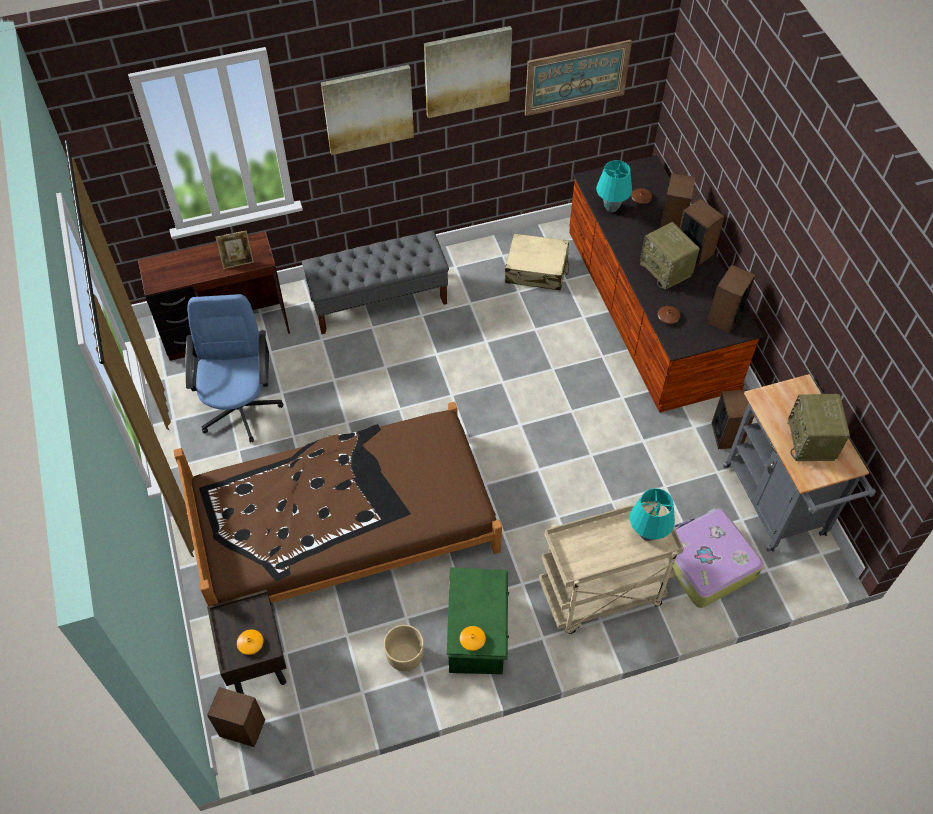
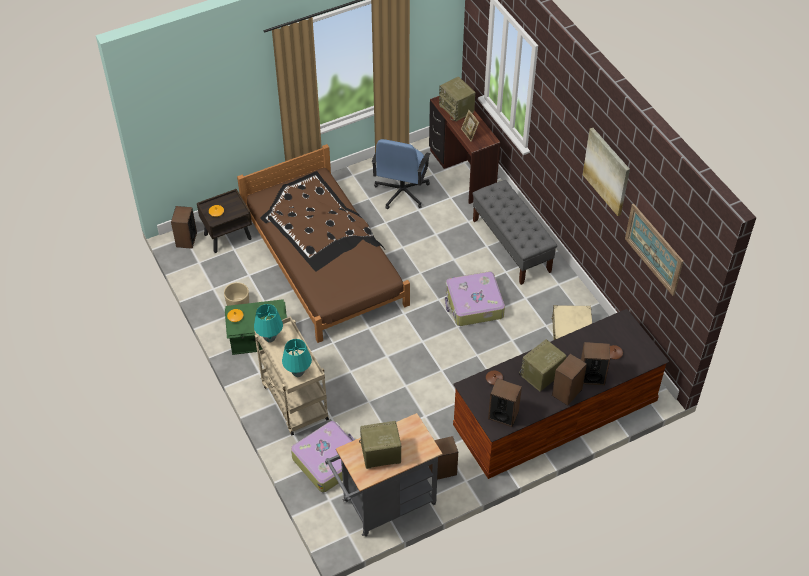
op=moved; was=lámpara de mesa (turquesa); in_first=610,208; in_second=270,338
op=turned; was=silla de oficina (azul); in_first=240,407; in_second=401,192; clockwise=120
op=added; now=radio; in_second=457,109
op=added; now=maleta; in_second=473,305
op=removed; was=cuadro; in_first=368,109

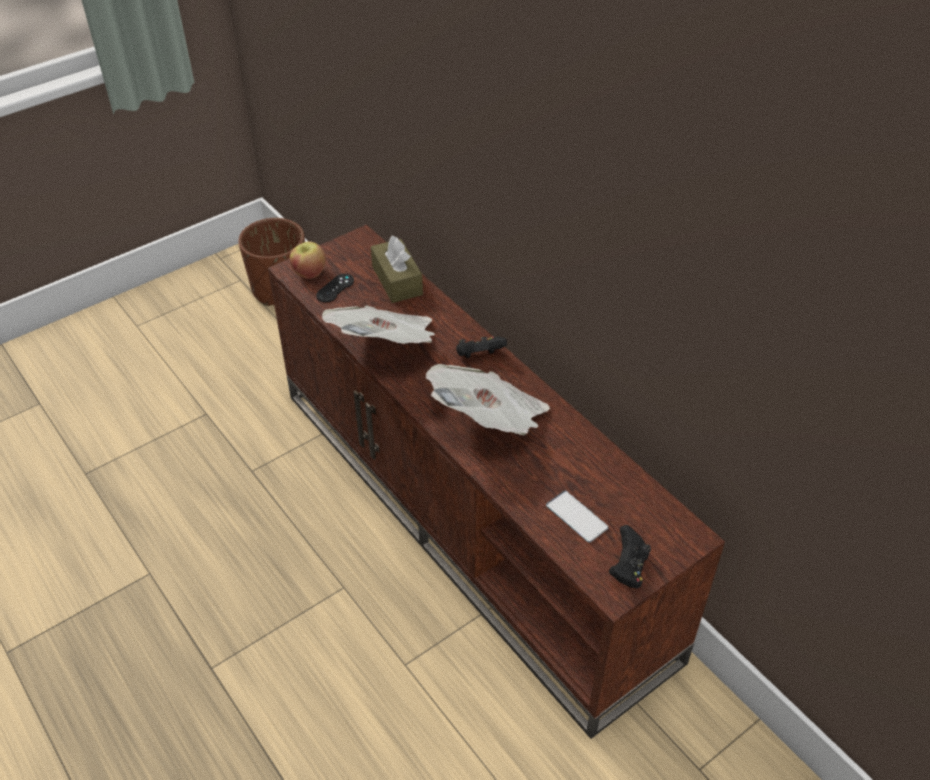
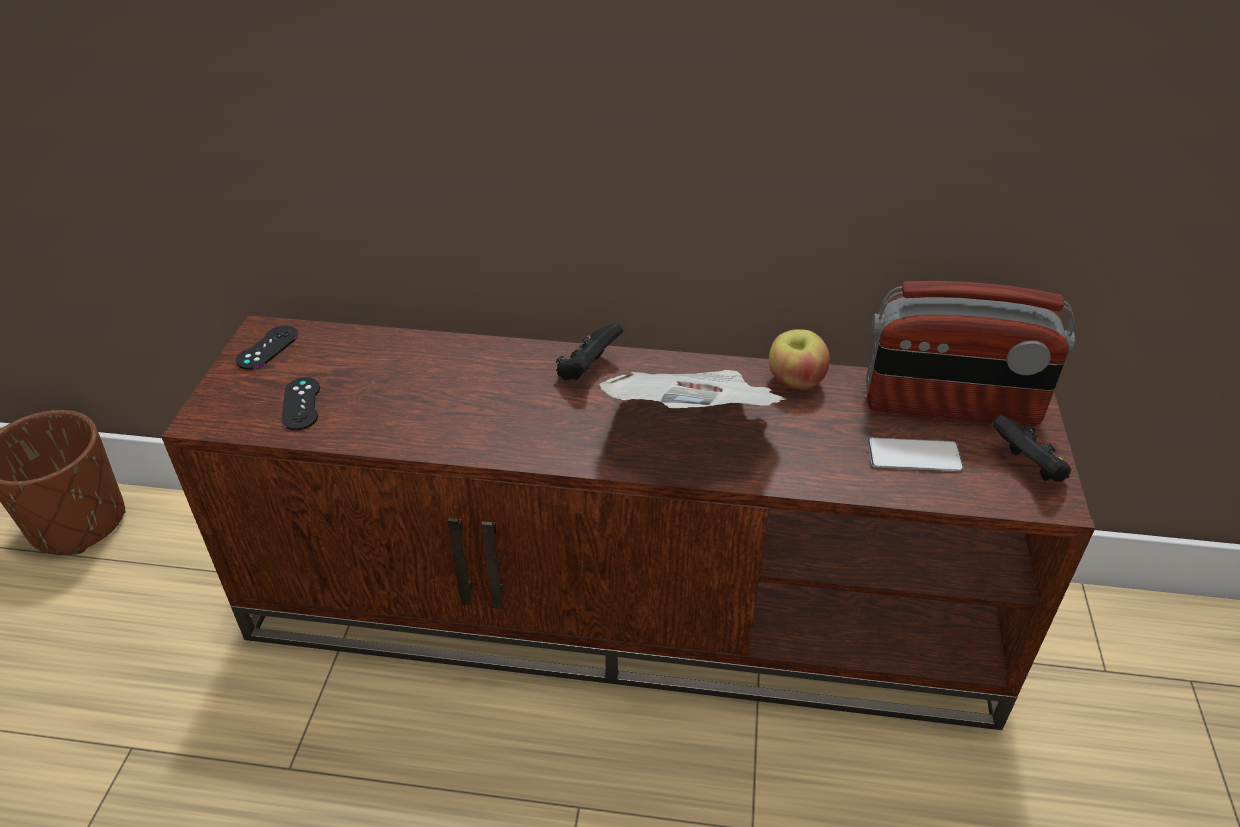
op=added; now=mando de consola (negro); in_second=267,348
op=moved; was=manzana; in_first=309,273; in_second=795,382
op=added; now=radio; in_second=950,406
op=removed; was=periódico; in_first=386,345
op=removed; was=caja de pañuelos (marrón); in_first=397,280

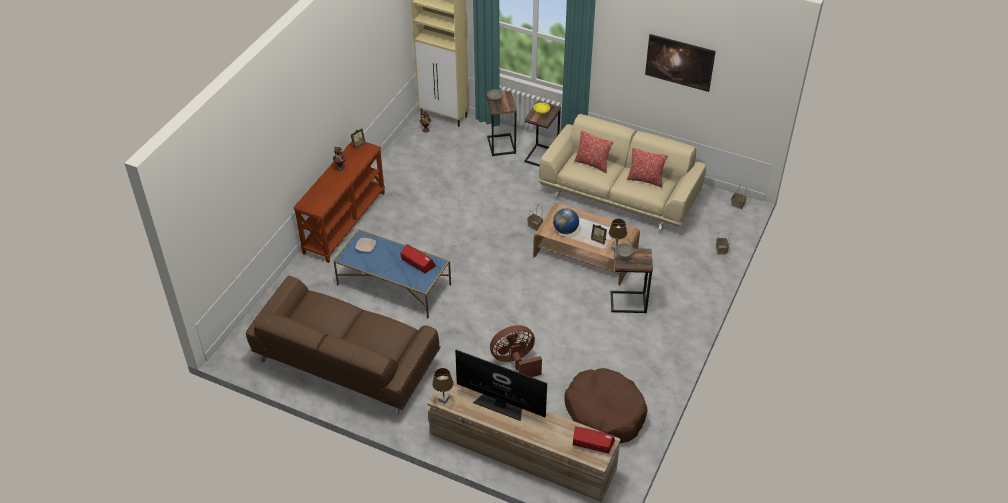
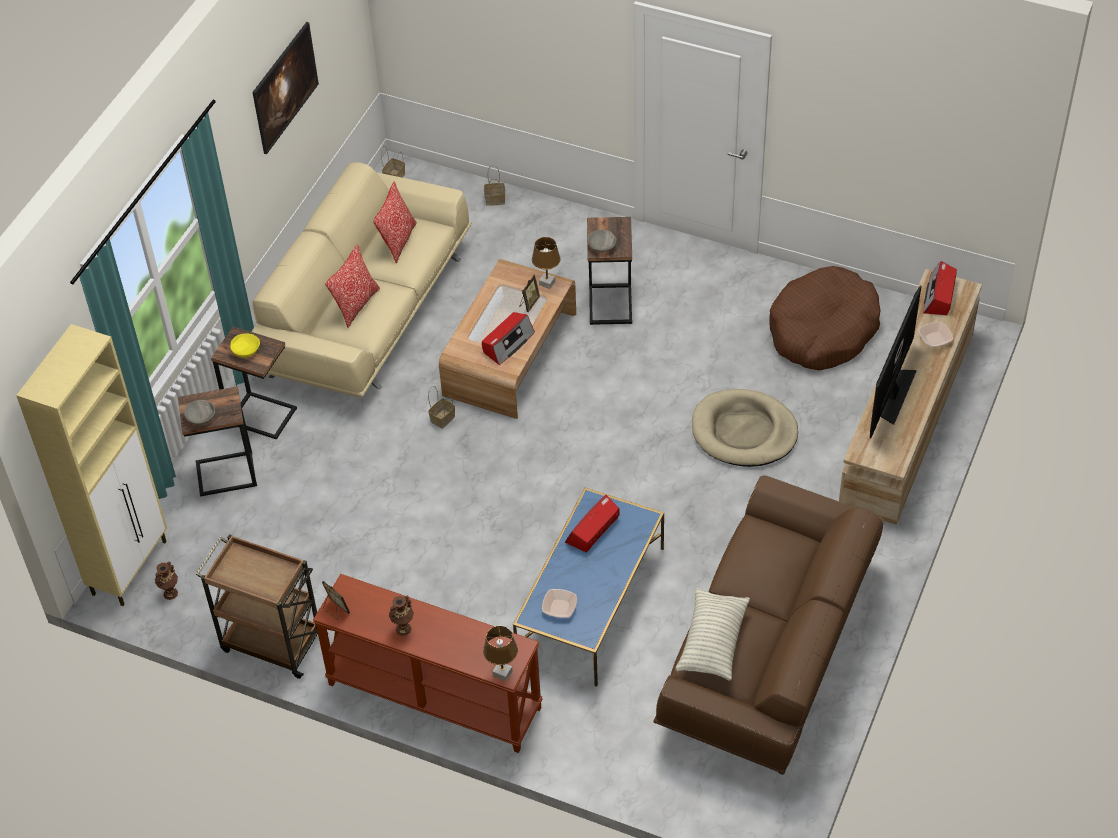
op=added; now=carrito (marrón); in_second=271,642
op=replaced; was=globo terráqueo; now=radio; in_first=565,230; in_second=507,343
op=moved; was=lámpara de mesa (marrón); in_first=443,399; in_second=502,673
op=added; now=cojín; in_second=712,642
op=replaced; was=ventilador (marrón); now=cama para perro (beis); in_first=515,362; in_second=744,432
op=added; now=cuenco; in_second=935,339

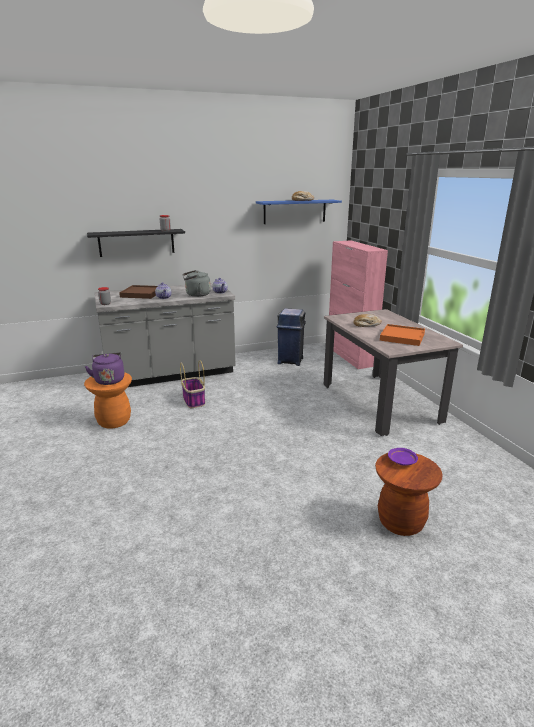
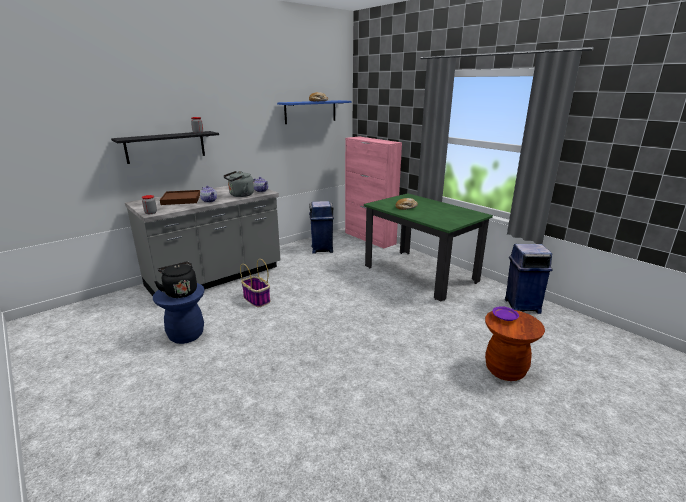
op=recoloured; was=taburete (naranja); now=taburete (azul); in_first=114,421; in_second=186,335
op=recoloured; was=hervidor (morado); now=hervidor (negro); in_first=109,380; in_second=180,292
op=recoloured; was=mesa de comedor (beis); now=mesa de comedor (verde); in_first=379,402; in_second=420,274
op=added; now=papelera (azul); in_second=521,306
op=removed; was=bandeja (naranja); in_first=402,337

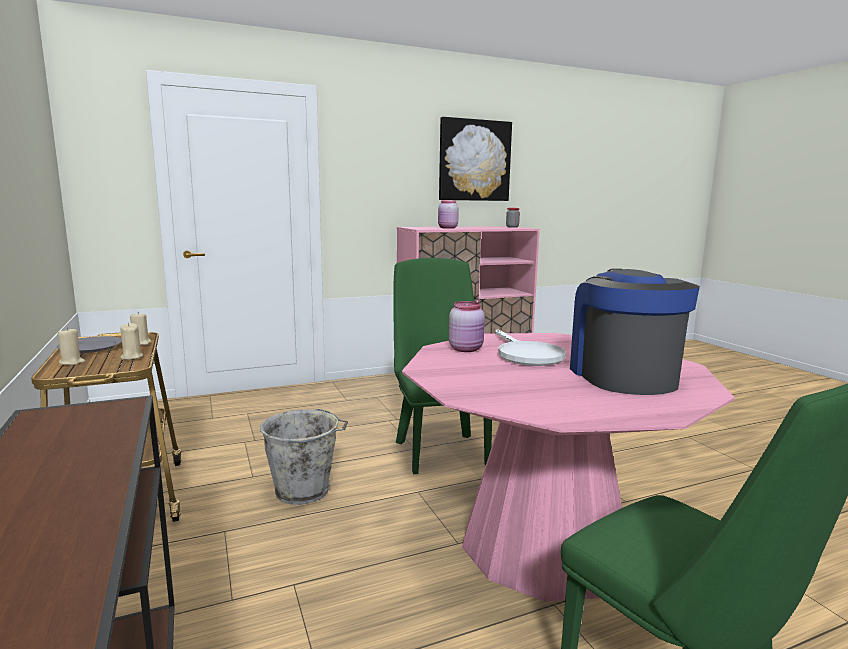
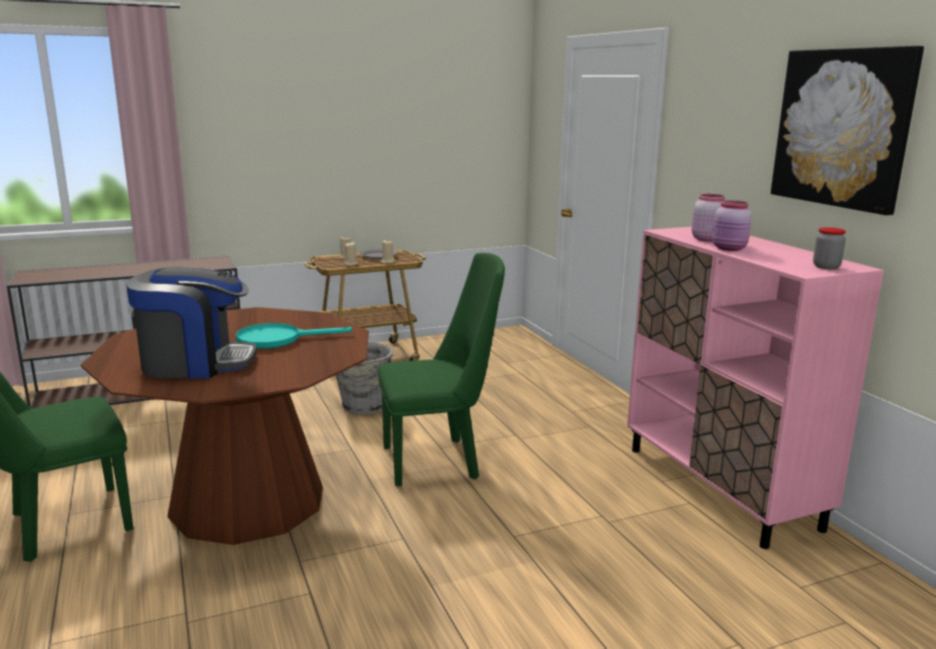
op=recoloured; was=mesa de comedor (rosa); now=mesa de comedor (marrón); in_first=544,543; in_second=248,501
op=recoloured; was=sartén (blanco); now=sartén (turquesa); in_first=526,355; in_second=278,339
op=moved; was=tarro (rosa); in_first=466,349; in_second=729,248

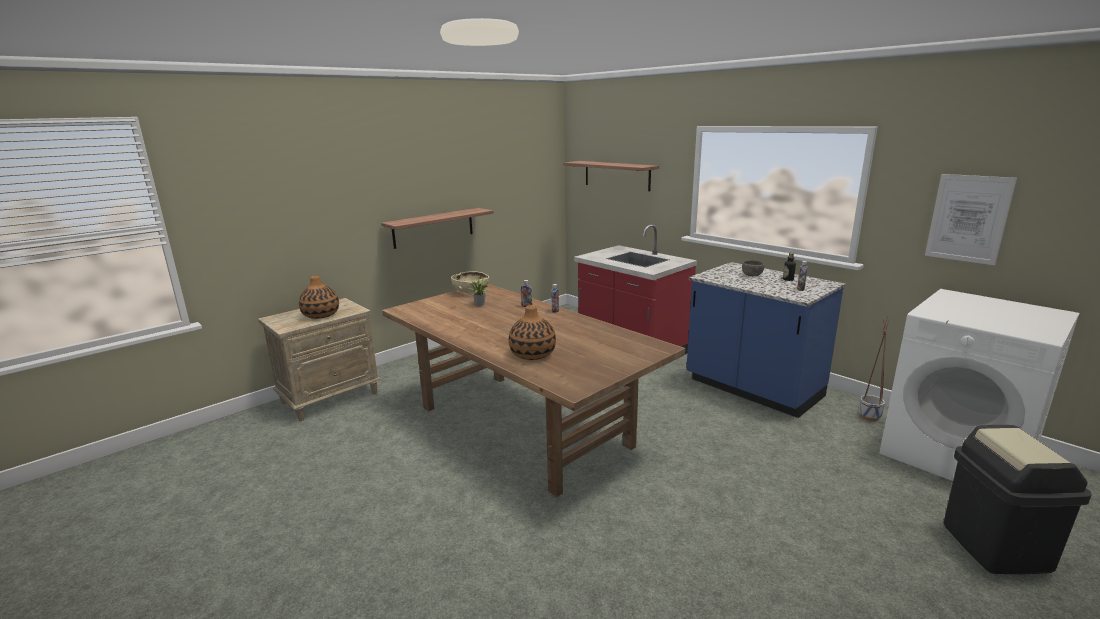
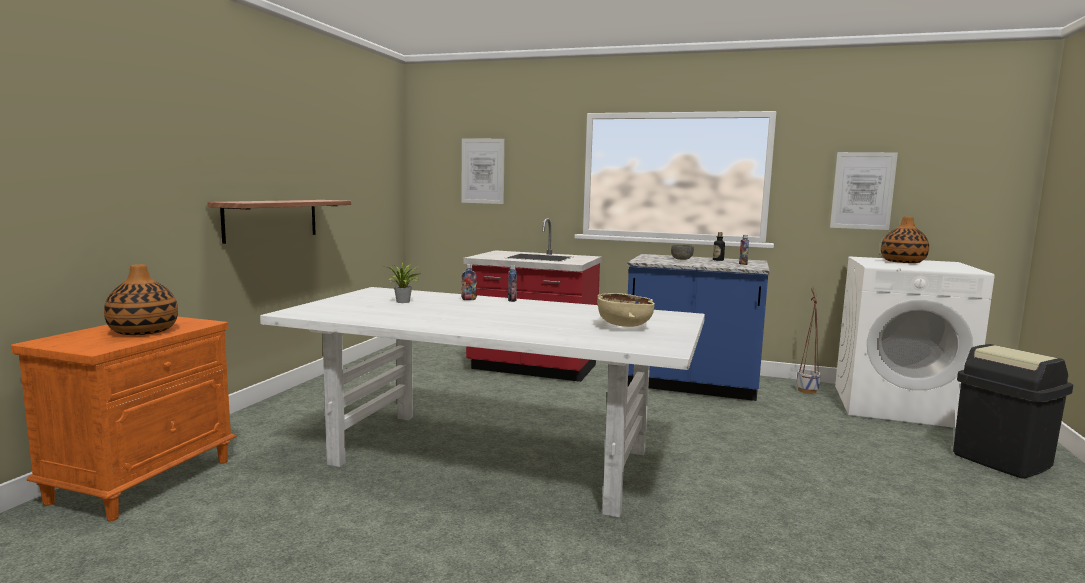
op=recoloured; was=mesita de noche (beis); now=mesita de noche (naranja); in_first=330,397; in_second=143,480
op=recoloured; was=mesa de comedor (marrón); now=mesa de comedor (blanco); in_first=521,425; in_second=489,457
op=replaced; was=estante; now=cuadro; in_first=616,175; in_second=482,171
op=moved; was=cuenco (beis); in_first=470,292; in_second=623,326
op=moved; was=florero; in_first=533,354; in_second=902,262

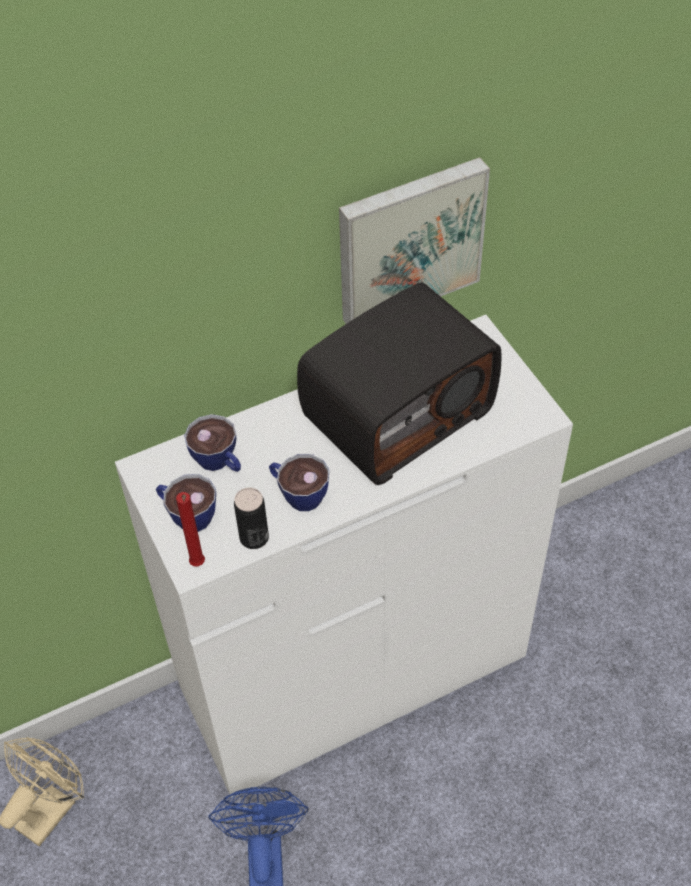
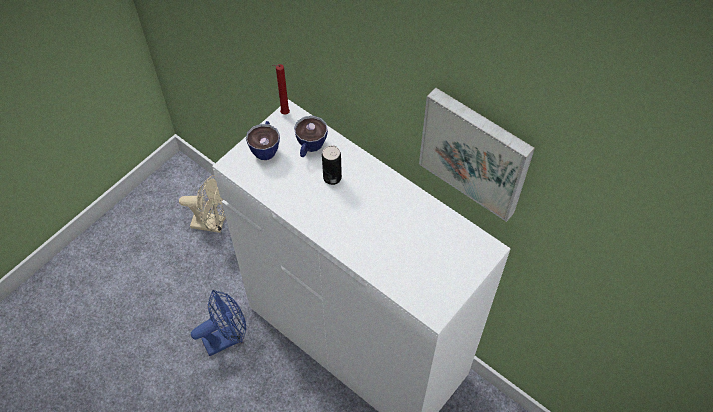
op=moved; was=vela (rojo); in_first=198,565; in_second=283,114
op=moved; was=lata; in_first=254,537; in_second=332,177
op=removed; was=taza; in_first=298,494
op=removed; was=radio; in_first=397,412

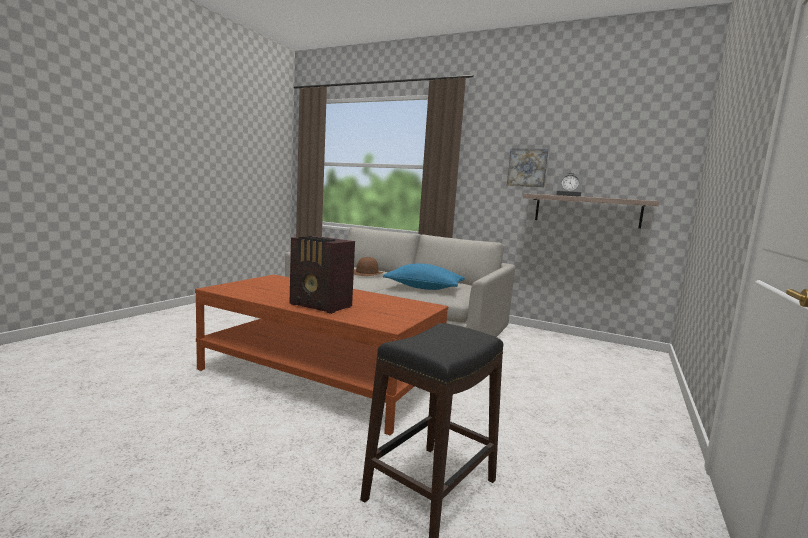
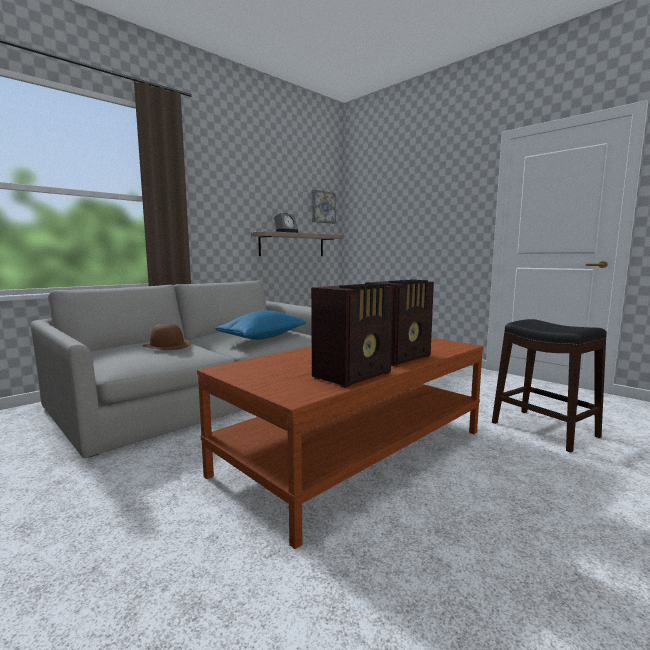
op=added; now=radio; in_second=354,375
op=moved; was=cuadro; in_first=527,168; in_second=322,207

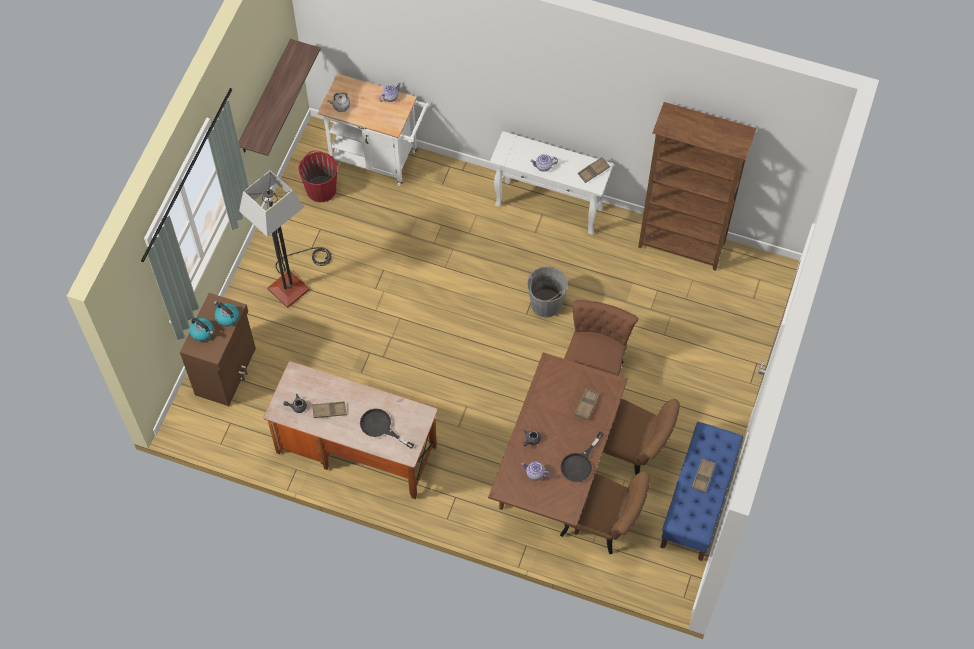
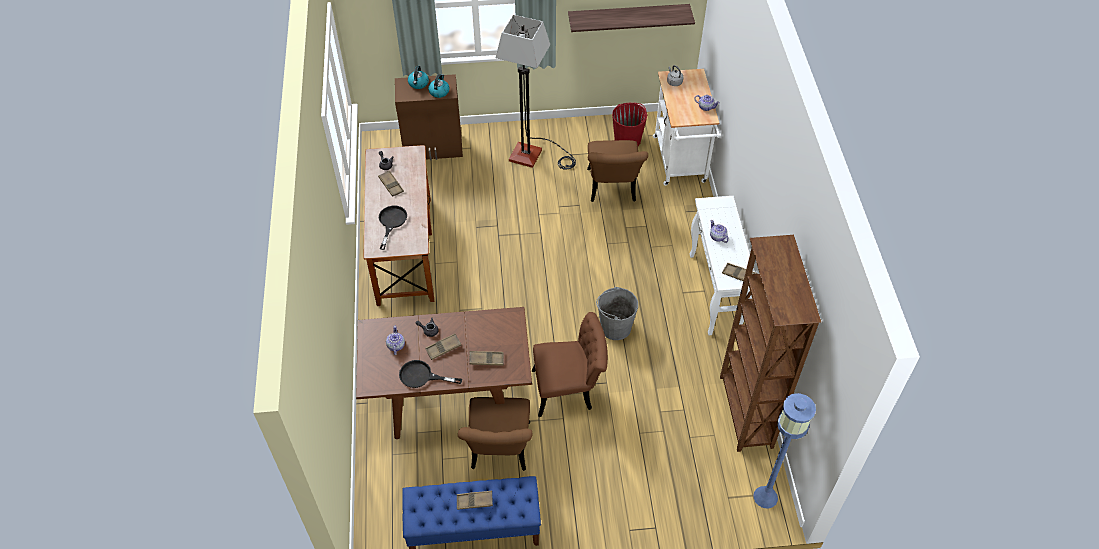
op=added; now=bandeja (marrón); in_second=443,348
op=moved; was=silla (marrón); in_first=603,524; in_second=612,190
op=added; now=lámpara de pie (azul); in_second=766,497

